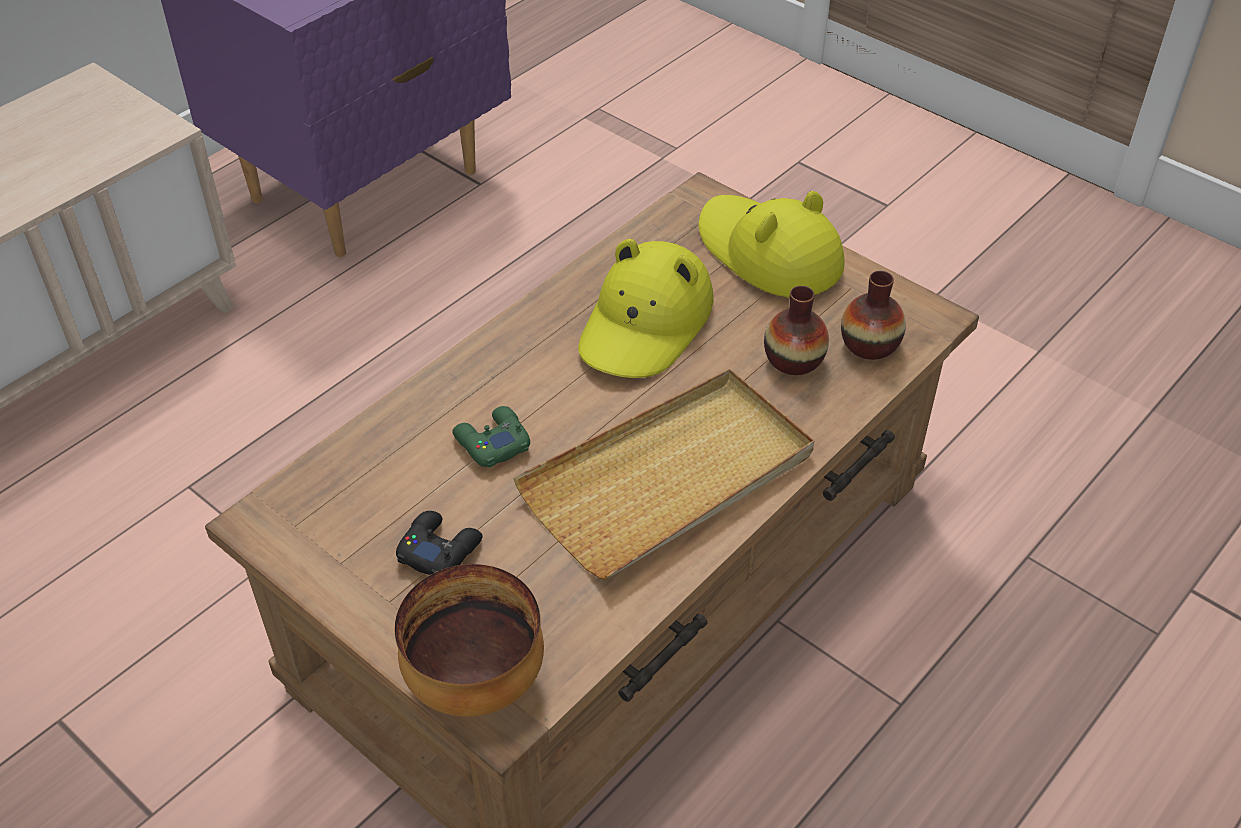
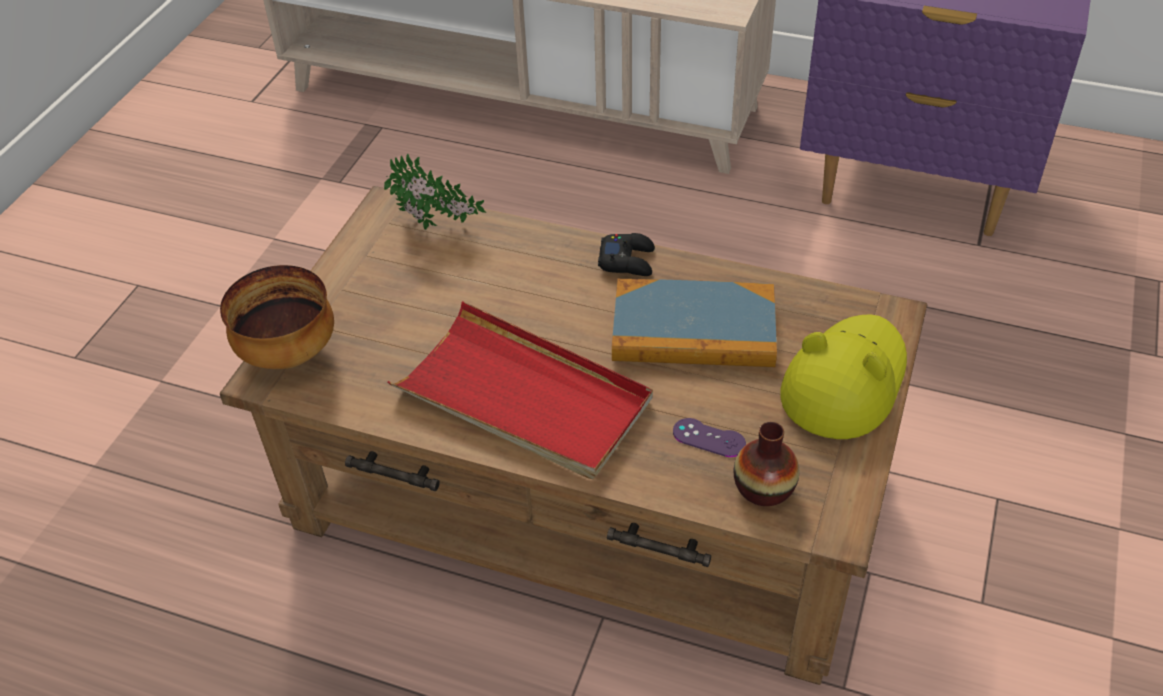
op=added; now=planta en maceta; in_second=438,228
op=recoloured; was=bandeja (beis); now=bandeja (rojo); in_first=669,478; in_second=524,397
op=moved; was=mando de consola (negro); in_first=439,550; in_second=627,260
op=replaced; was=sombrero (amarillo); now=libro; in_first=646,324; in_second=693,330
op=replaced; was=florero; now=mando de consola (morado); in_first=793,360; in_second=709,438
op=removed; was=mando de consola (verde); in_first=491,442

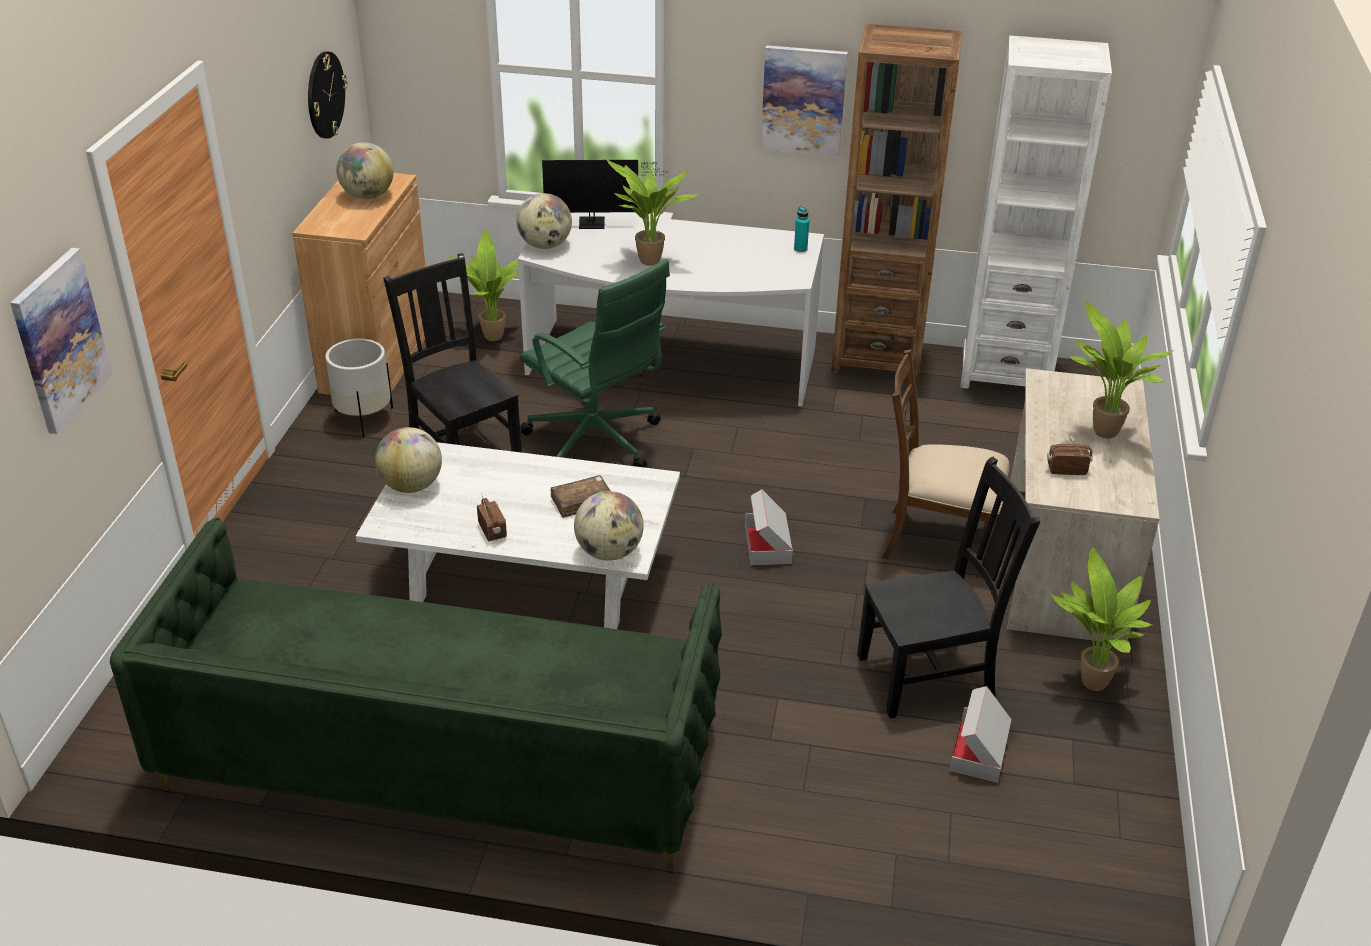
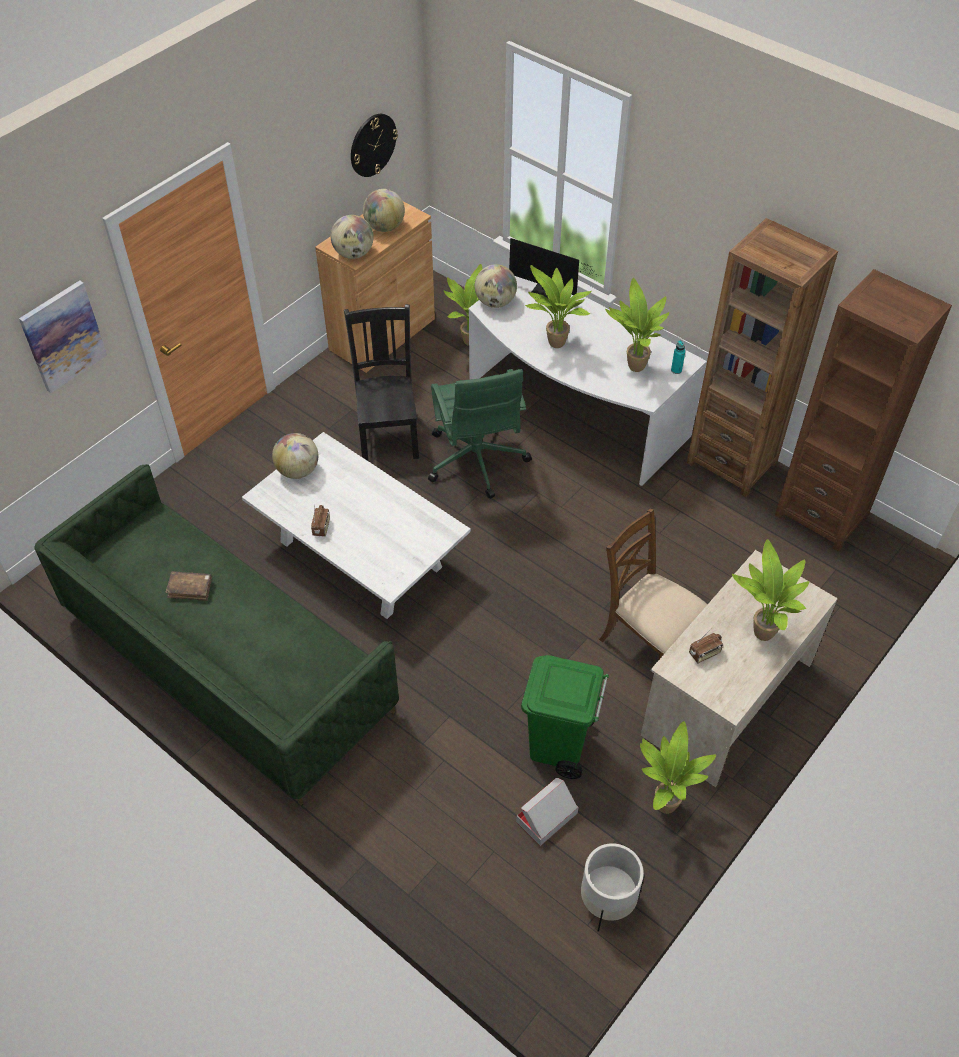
op=moved; was=libro (marrón); in_first=581,501; in_second=190,589
op=moved; was=globo terráqueo; in_first=609,552; in_second=353,254
op=replaced; was=silla (negro); now=papelera (verde); in_first=930,676; in_second=559,746
op=moved; was=maceta (blanco); in_first=364,419; in_second=607,901
op=added; now=planta en maceta; in_second=633,367
op=turned; was=radio; in_first=1066,470; in_second=704,654; clockwise=120
op=recoloured; was=estantería (blanco); now=estantería (marrón); in_first=1005,372; in_second=821,514
op=removed; was=caja de cartón; in_first=768,545
op=removed; was=cuadro; in_first=803,100

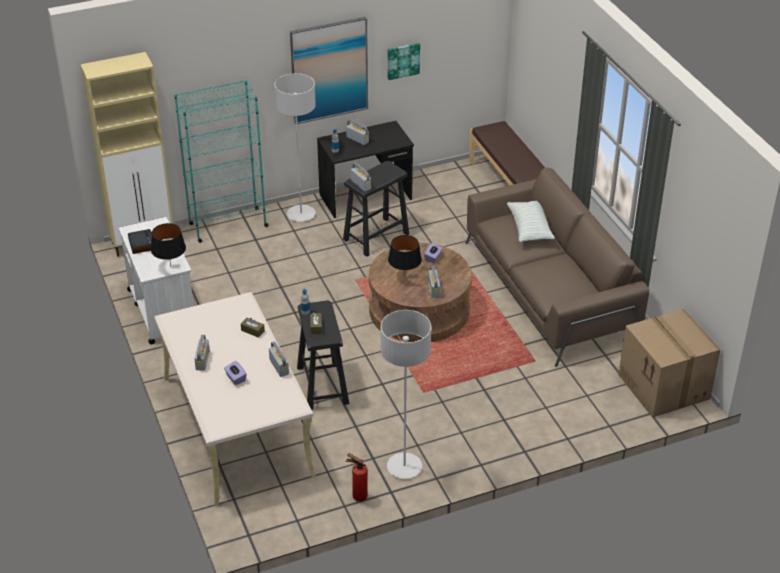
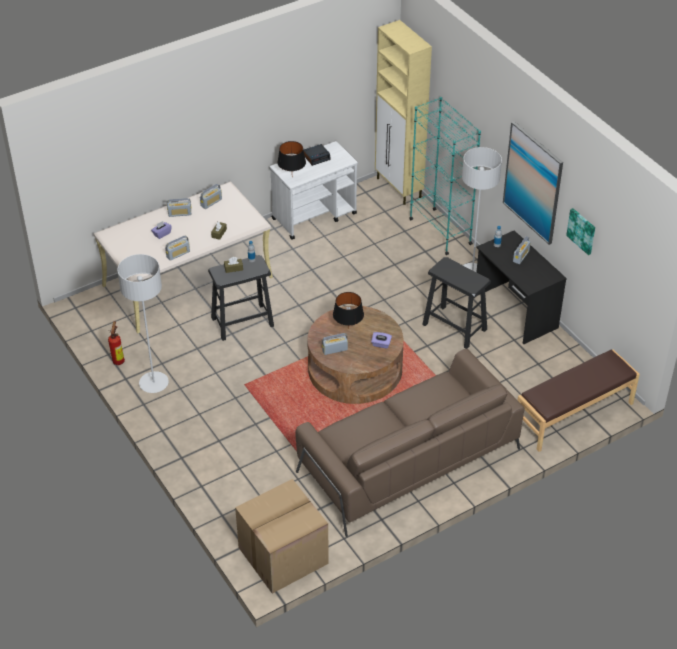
op=moved; was=radio; in_first=361,184; in_second=211,202
op=removed; was=cojín; in_first=529,228

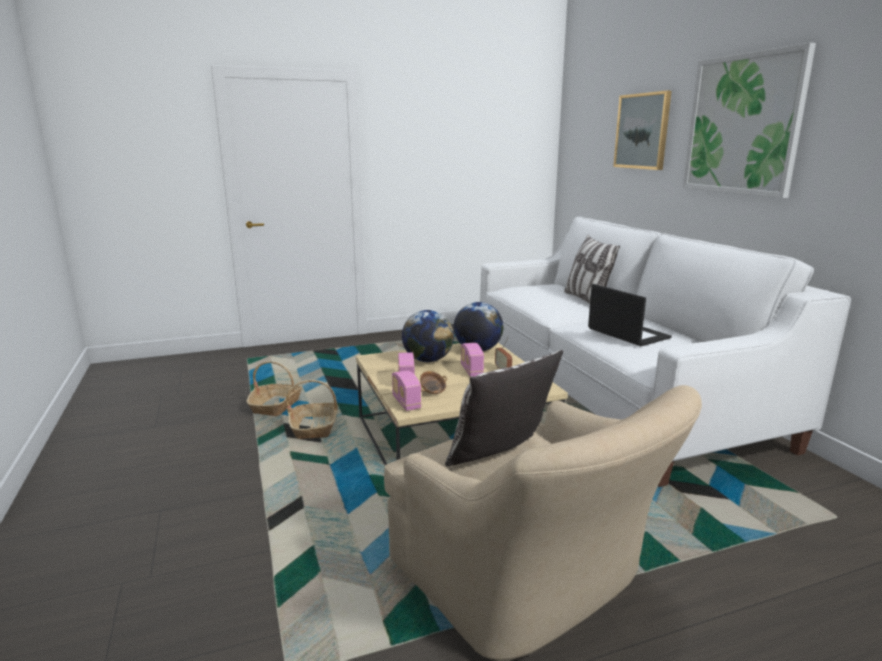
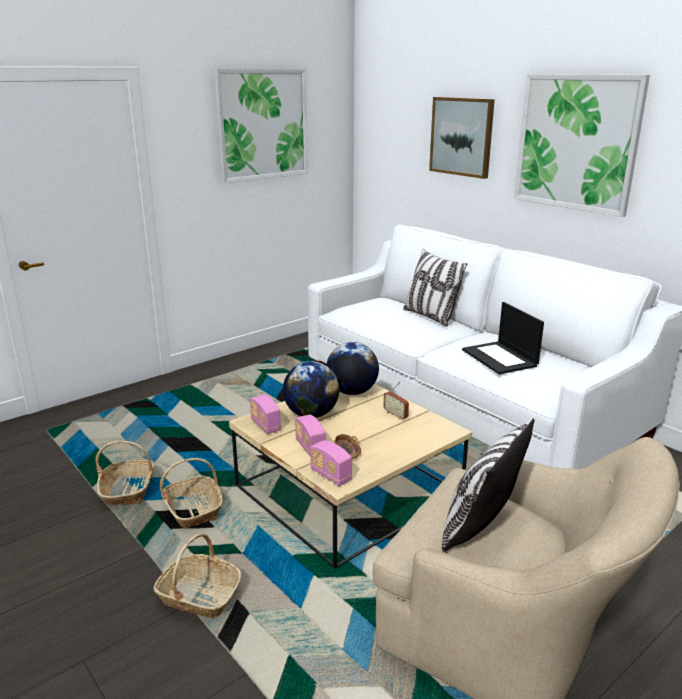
op=added; now=cesta; in_second=199,596
op=added; now=cuadro; in_second=262,124
op=moved; was=radio; in_first=471,371; in_second=265,425
op=turned; was=portátil; in_first=627,333; in_second=500,358; clockwise=-150

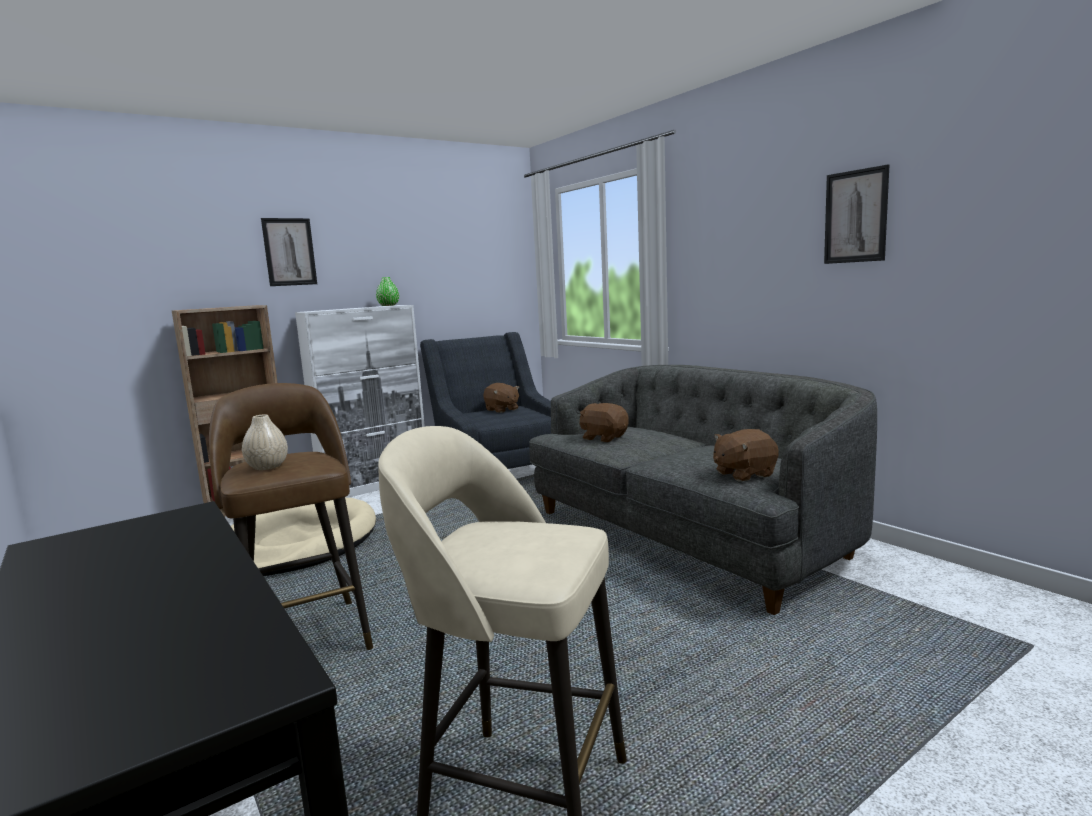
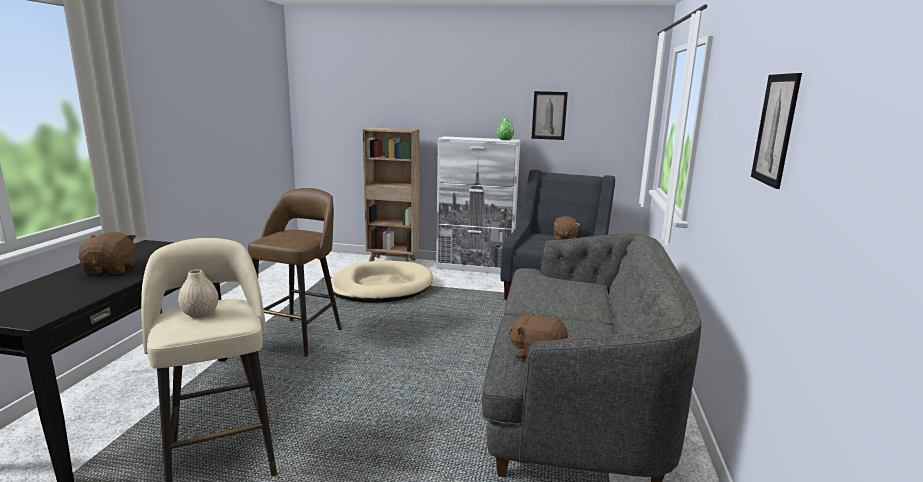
op=moved; was=peluche (marrón); in_first=604,438; in_second=111,269
op=moved; was=florero (beis); in_first=267,467; in_second=200,313
op=moved; was=cuadro; in_first=289,252; in_second=549,115

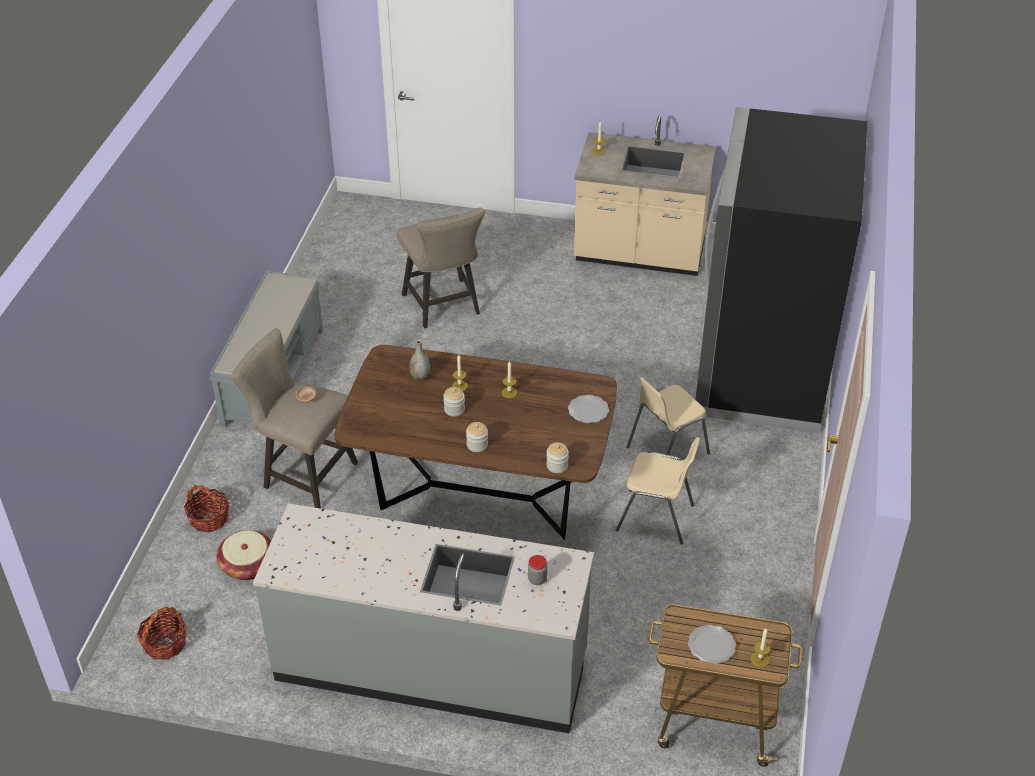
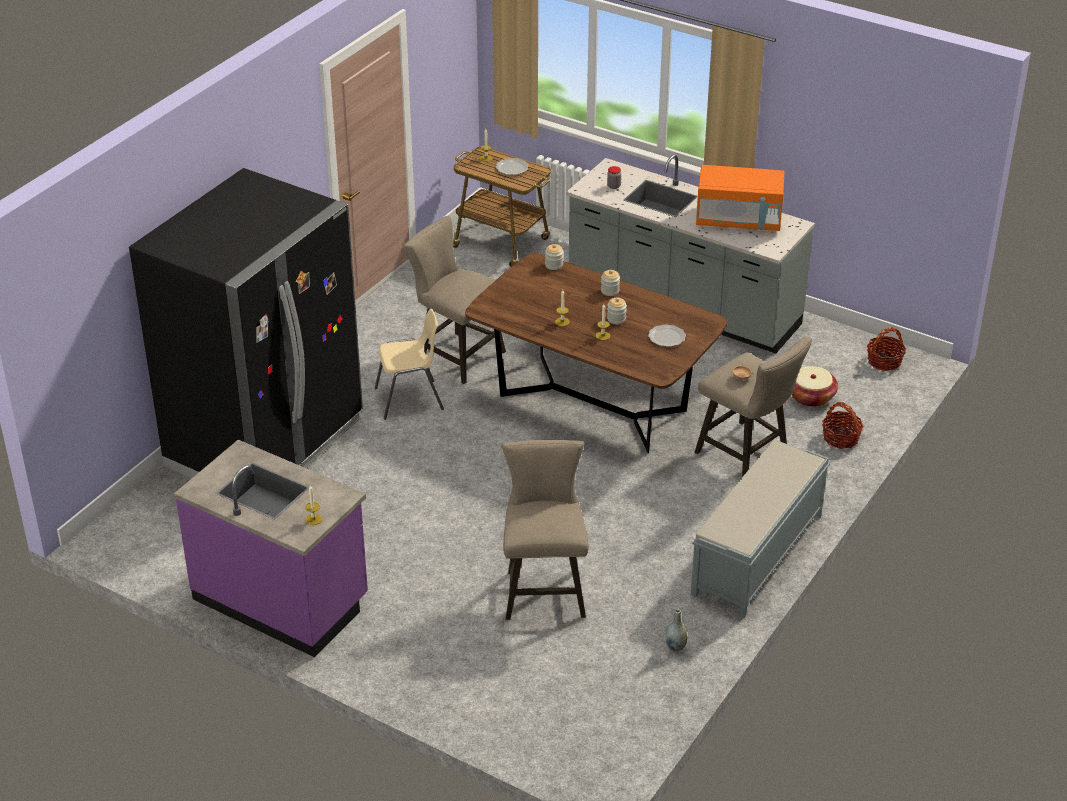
op=recoloured; was=mueble bajo de cocina (beis); now=mueble bajo de cocina (morado); in_first=639,254; in_second=282,599
op=replaced; was=silla (beis); now=taburete (beis); in_first=656,518; in_second=456,355
op=moved; was=plato; in_first=588,410; in_second=666,337
op=moved; was=florero (gris); in_first=420,376; in_second=675,647
op=added; now=microondas (naranja); in_second=738,220

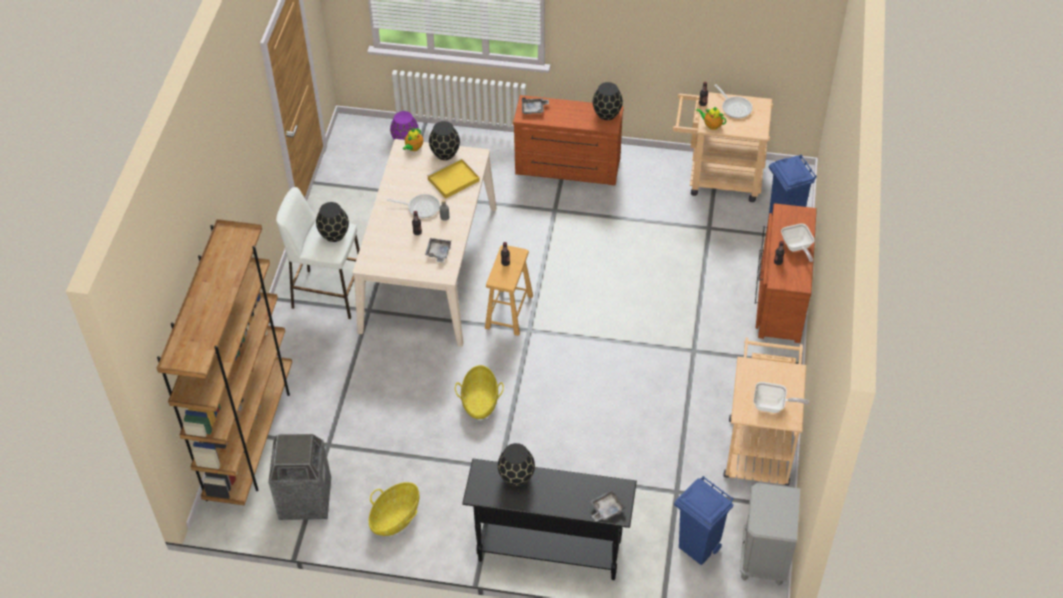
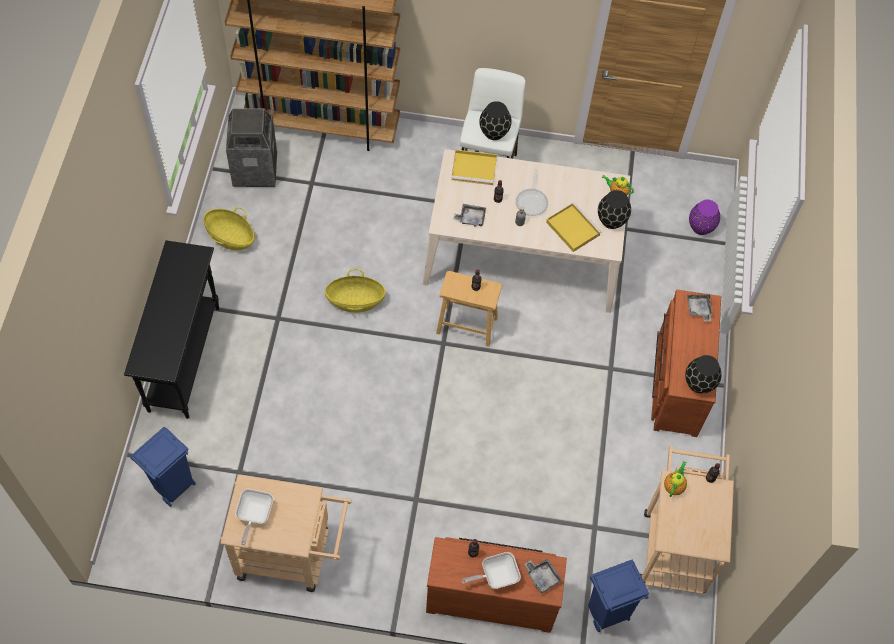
op=added; now=bandeja (amarillo); in_second=475,168
op=moved; was=bandeja (gris); in_first=606,509; in_second=542,576
op=removed; was=florero (negro); in_first=517,476
op=removed; was=sartén; in_first=735,107
op=removed; was=mesita de noche (gris); in_first=764,559

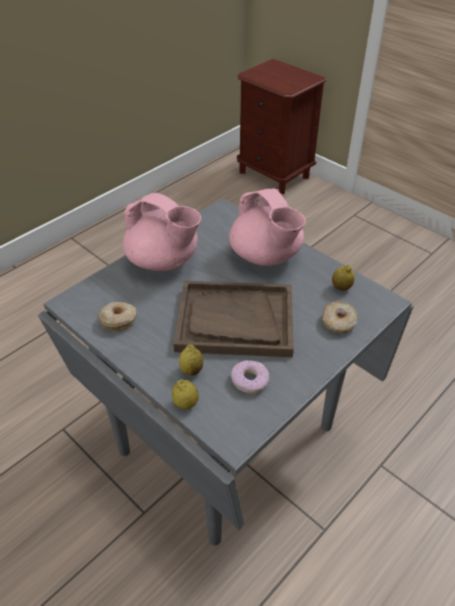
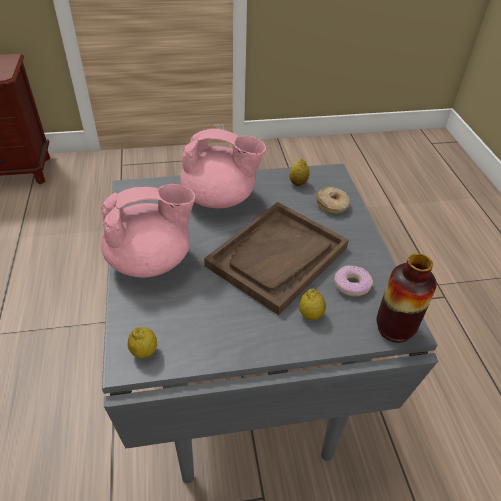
op=moved; was=limón; in_first=186,403; in_second=144,352
op=added; now=florero; in_second=394,328
op=removed; was=rosquilla; in_first=118,320

